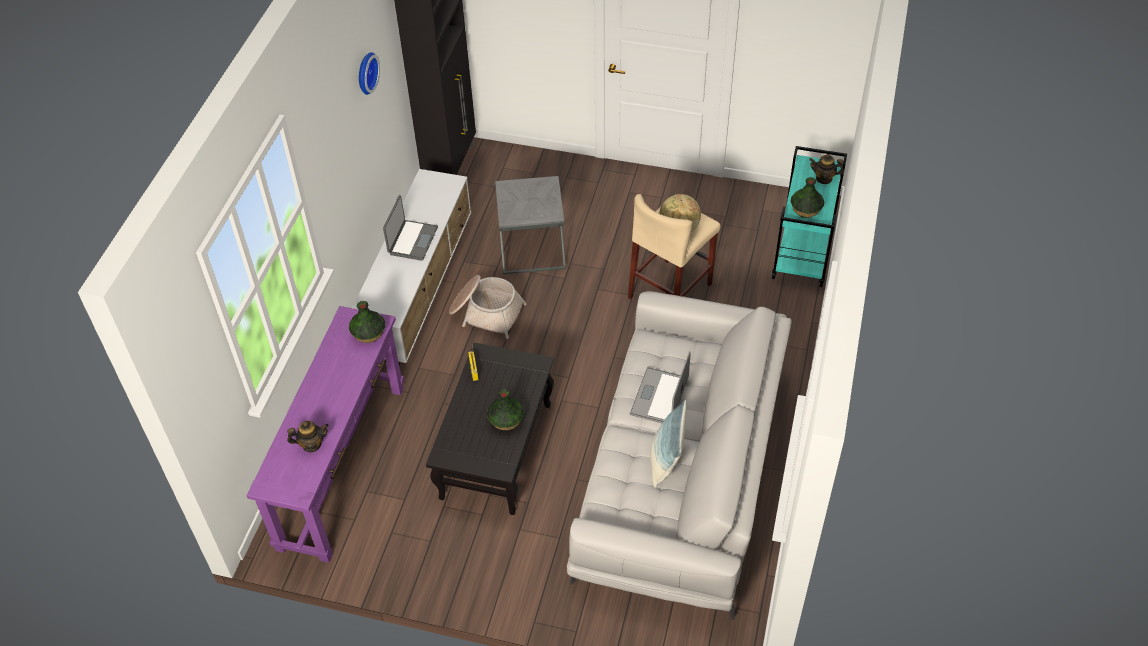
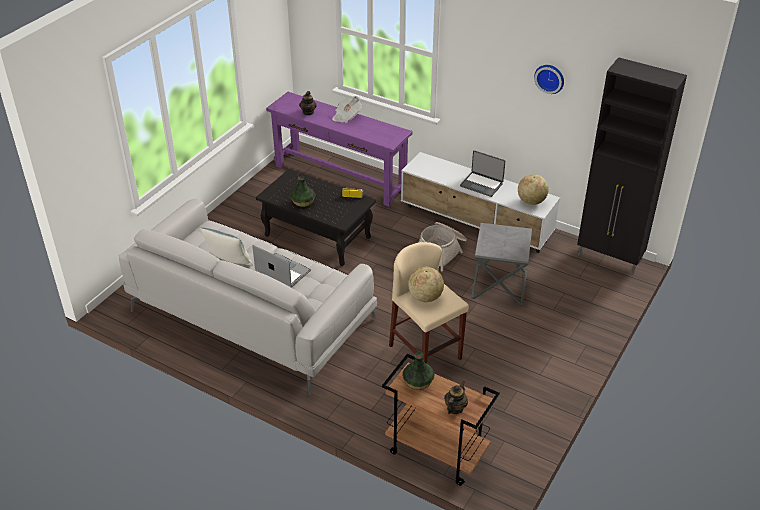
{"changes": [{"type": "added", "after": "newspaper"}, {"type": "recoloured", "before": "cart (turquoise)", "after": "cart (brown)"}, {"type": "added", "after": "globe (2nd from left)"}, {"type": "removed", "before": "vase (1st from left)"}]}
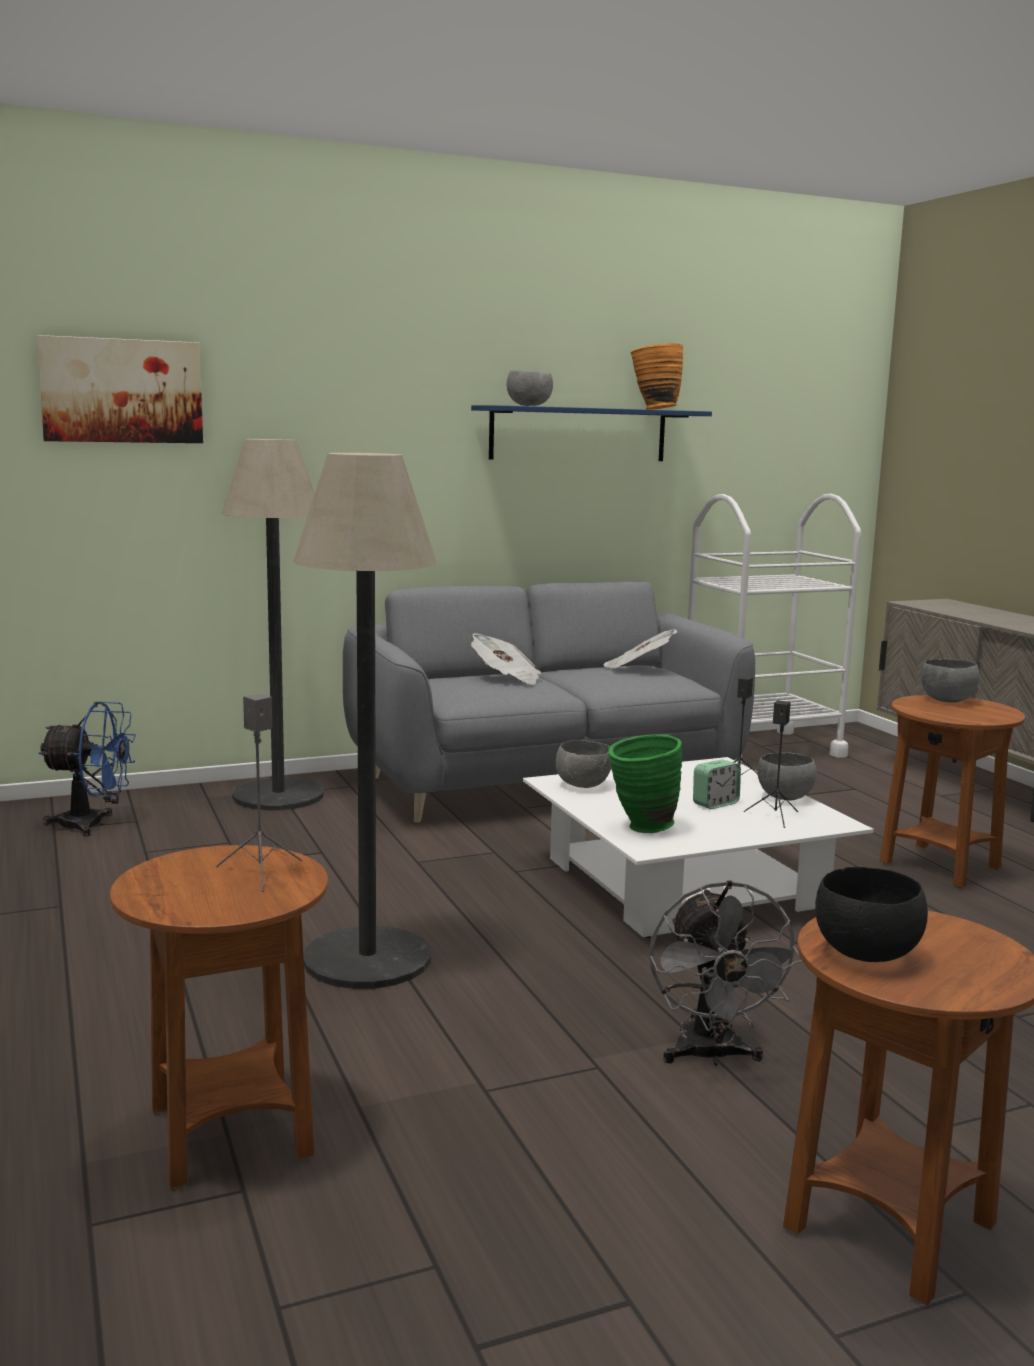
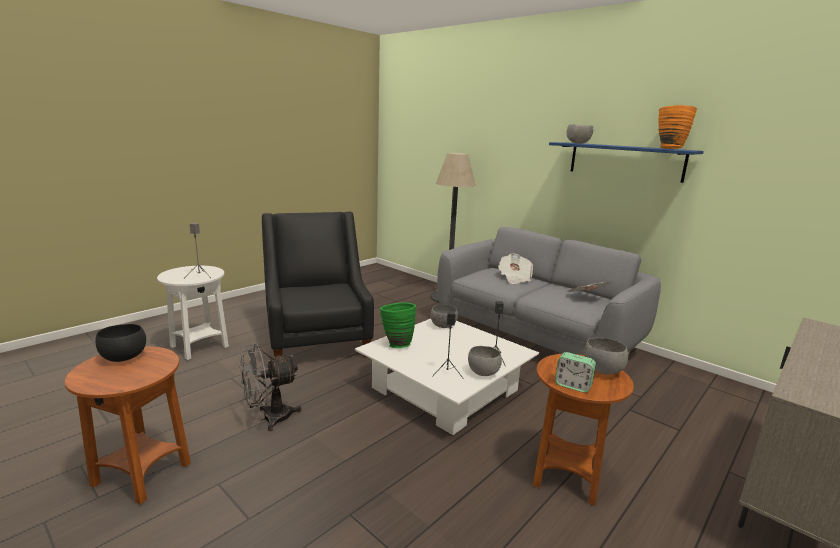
{"changes": [{"type": "recoloured", "before": "side table (brown) (1st from left)", "after": "side table (white)"}, {"type": "replaced", "before": "floor lamp (2nd from left)", "after": "armchair (black)"}, {"type": "moved", "before": "alarm clock"}, {"type": "removed", "before": "picture"}, {"type": "removed", "before": "fan (blue)"}, {"type": "removed", "before": "cart (white)"}]}
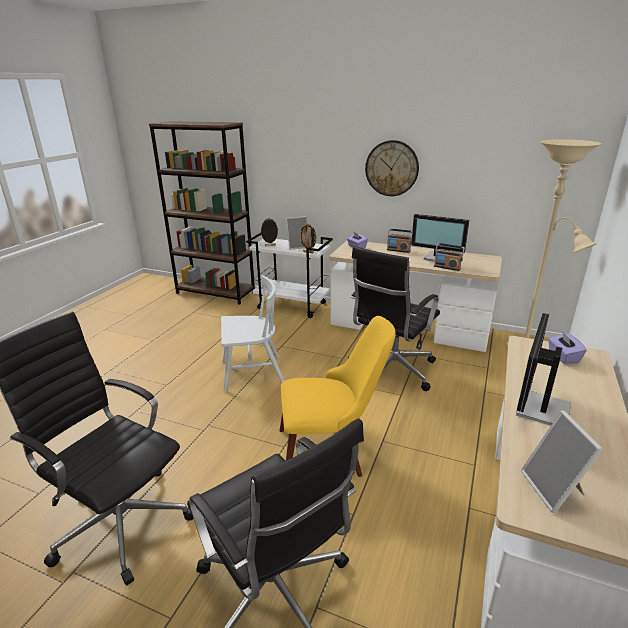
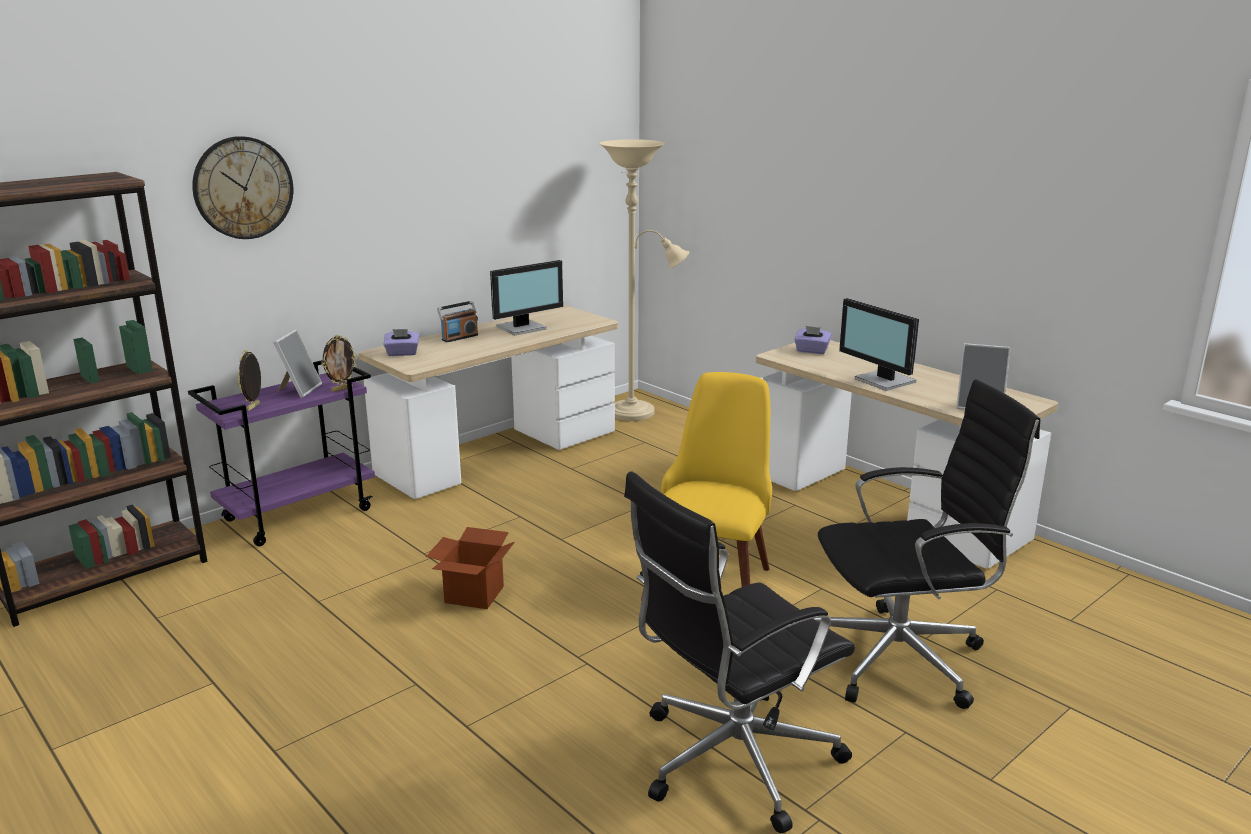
{"changes": [{"type": "recoloured", "before": "cart (white)", "after": "cart (purple)"}, {"type": "moved", "before": "wall clock"}, {"type": "replaced", "before": "chair (white)", "after": "cardboard box"}, {"type": "removed", "before": "office chair (black) (3rd from left)"}, {"type": "removed", "before": "radio (2nd from left)"}]}
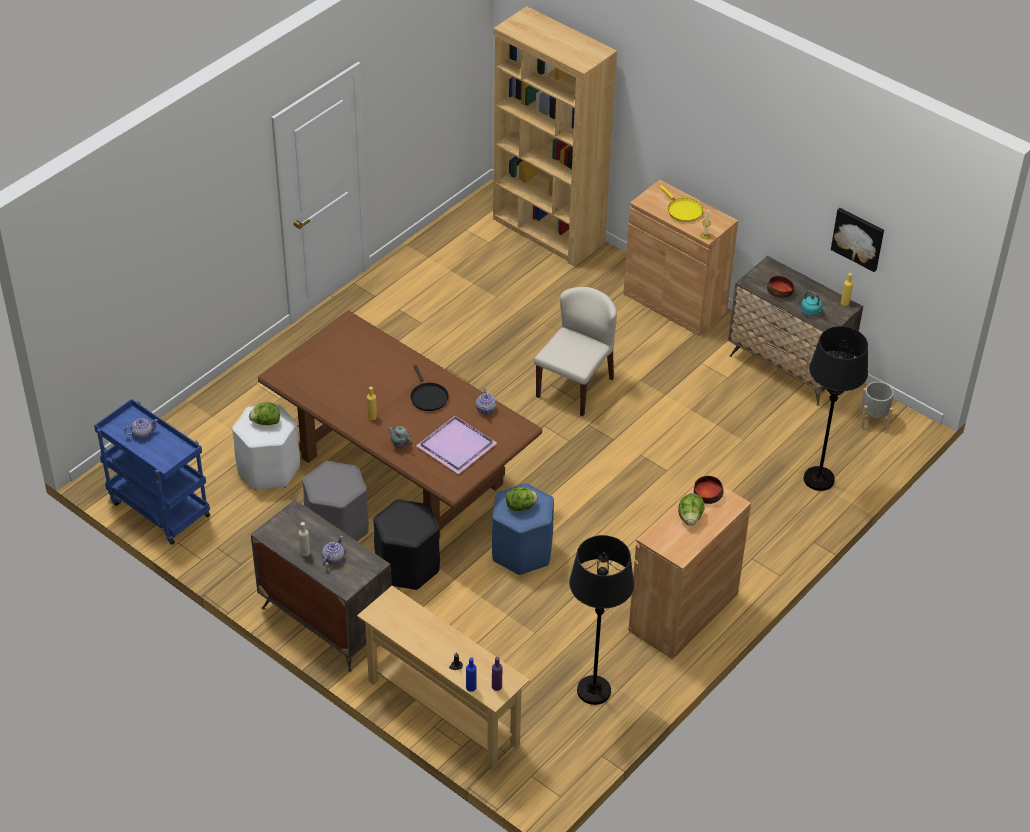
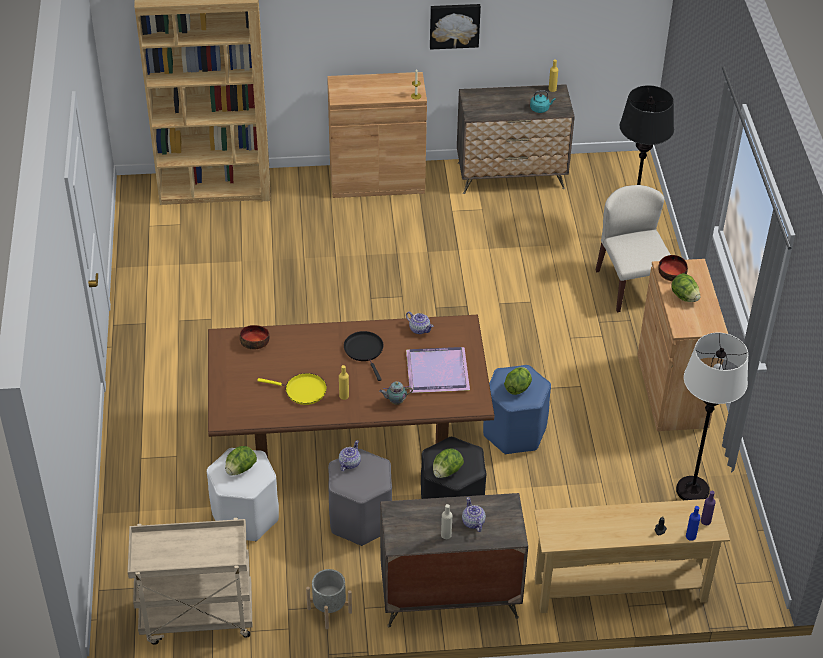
{"changes": [{"type": "recoloured", "before": "cart (blue)", "after": "cart (beige)"}, {"type": "moved", "before": "bowl (2nd from left in the first image)", "after": "bowl (1st from left)"}, {"type": "moved", "before": "frying pan (yellow)"}, {"type": "moved", "before": "planter (grey)"}, {"type": "moved", "before": "teapot (1st from left)"}, {"type": "turned", "before": "frying pan (black)", "turn": -135}, {"type": "moved", "before": "picture"}, {"type": "added", "after": "lettuce (2nd from left)"}, {"type": "moved", "before": "chair (beige)"}, {"type": "recoloured", "before": "floor lamp (black) (1st from left)", "after": "floor lamp (white)"}]}
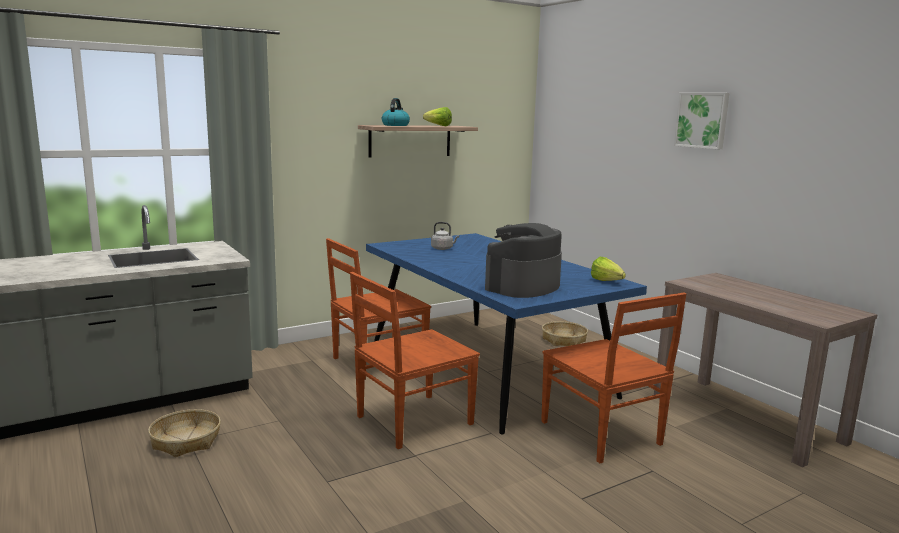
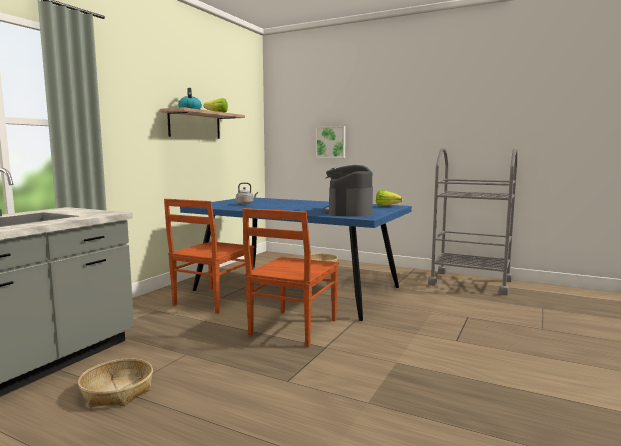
{"changes": [{"type": "moved", "before": "picture"}, {"type": "replaced", "before": "console table (brown)", "after": "cart (grey)"}, {"type": "removed", "before": "chair (brown) (3rd from left)"}]}
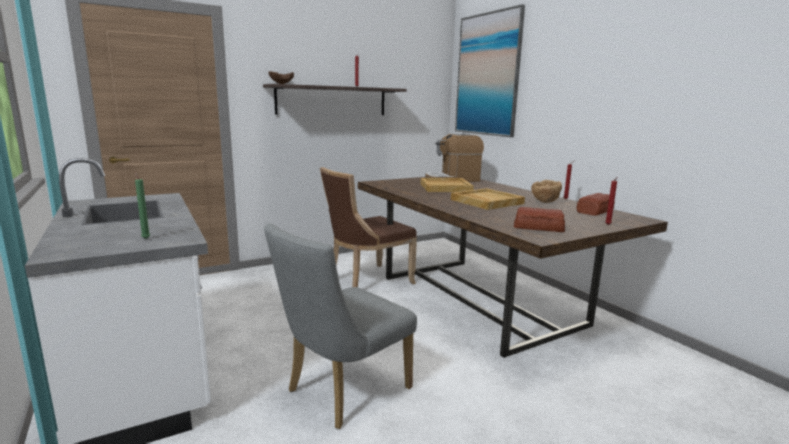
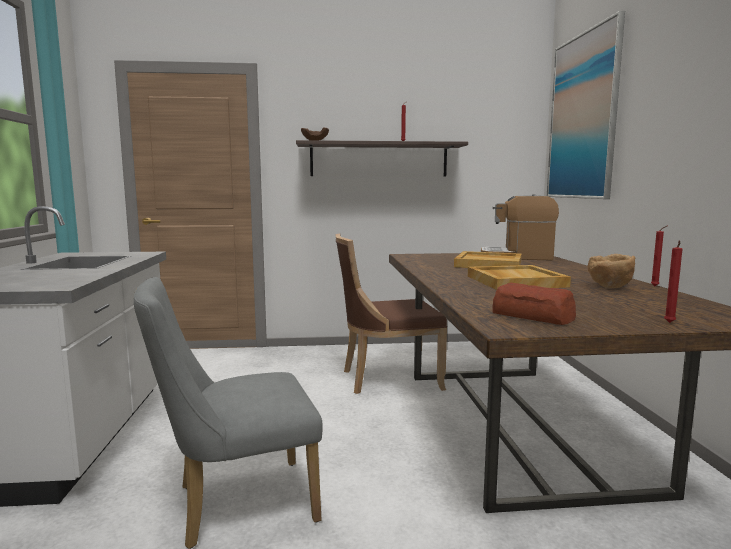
{"changes": [{"type": "removed", "before": "candle (green)"}, {"type": "removed", "before": "bread (2nd from left)"}]}
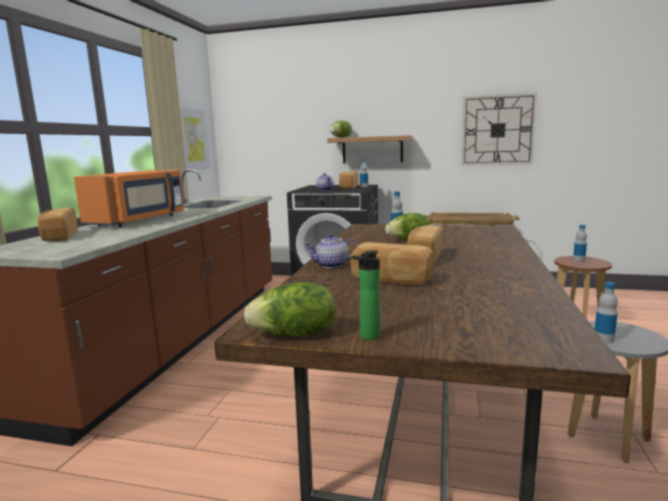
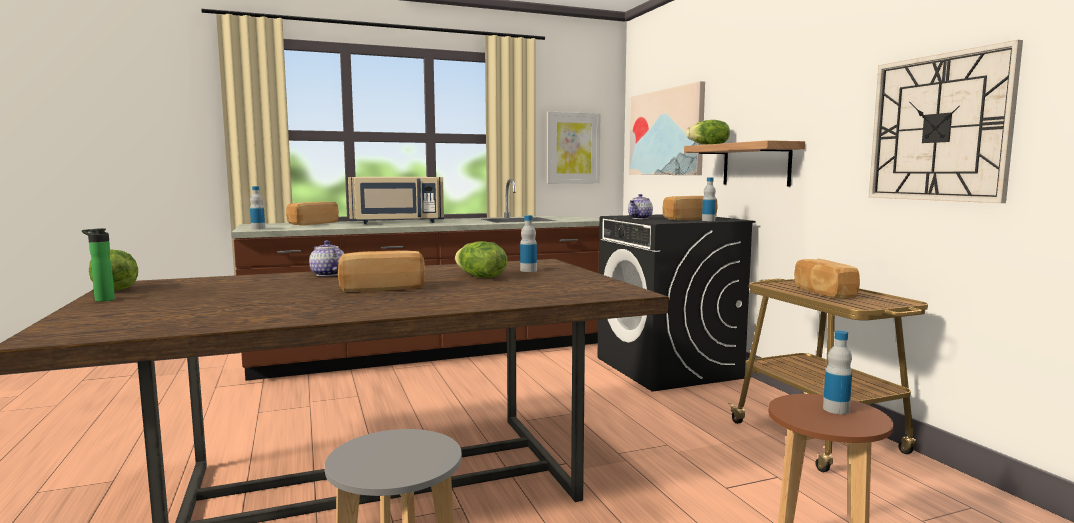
{"changes": [{"type": "moved", "before": "bottle (5th from left in the first image)", "after": "bottle (2nd from left)"}, {"type": "recoloured", "before": "microwave (orange)", "after": "microwave (beige)"}, {"type": "added", "after": "picture (2nd from left)"}, {"type": "moved", "before": "bread (3rd from left in the first image)", "after": "bread (4th from left)"}]}
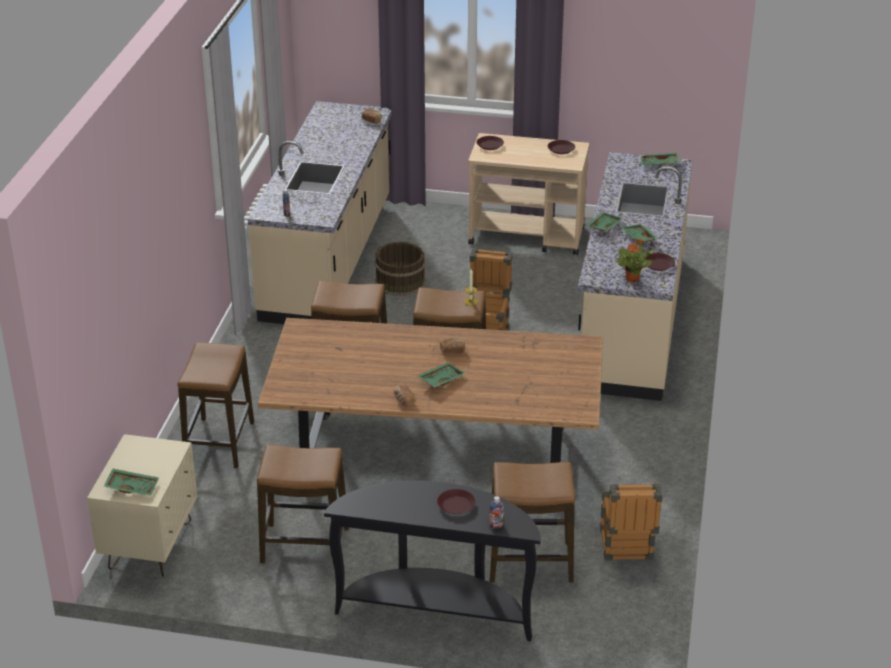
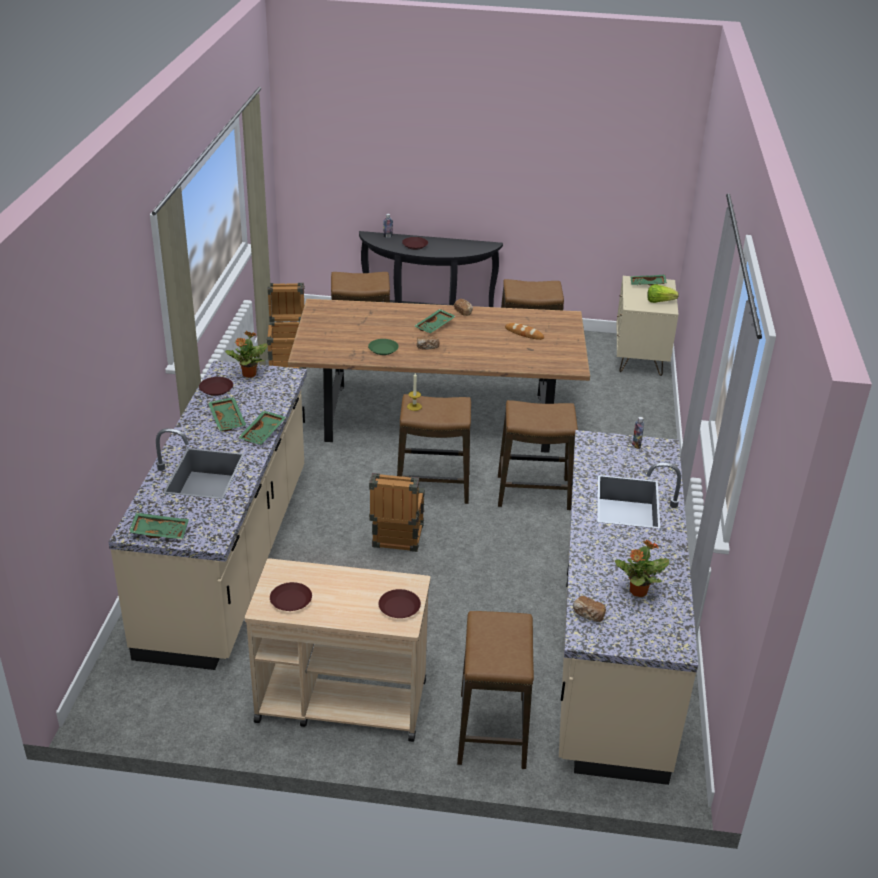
{"changes": [{"type": "added", "after": "plate (green)"}, {"type": "moved", "before": "stool (1st from left in the first image)", "after": "stool (3rd from left)"}, {"type": "added", "after": "bread (3rd from left)"}, {"type": "added", "after": "potted plant (2nd from left)"}, {"type": "added", "after": "lettuce"}, {"type": "removed", "before": "bucket (brown)"}]}
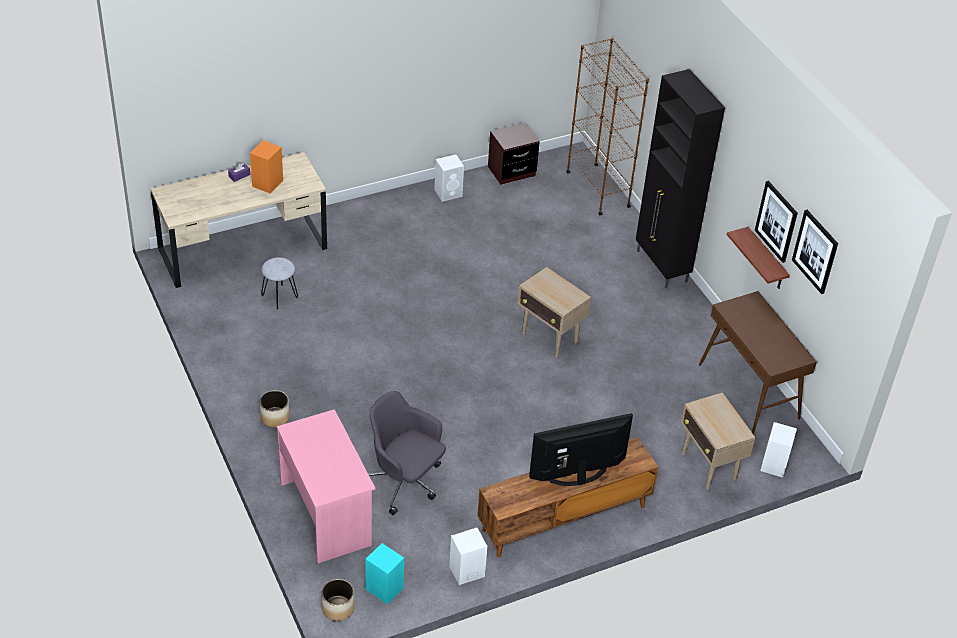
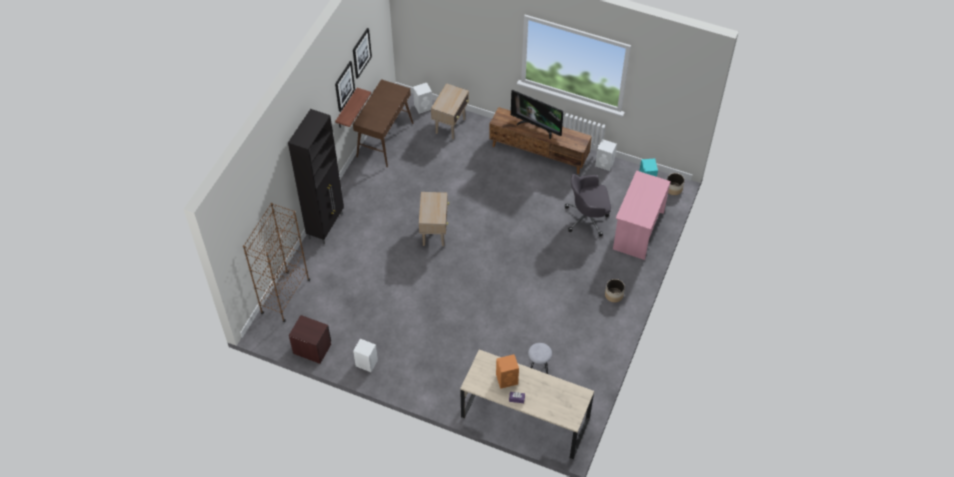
{"changes": [{"type": "turned", "before": "office chair (grey)", "turn": 90}]}
